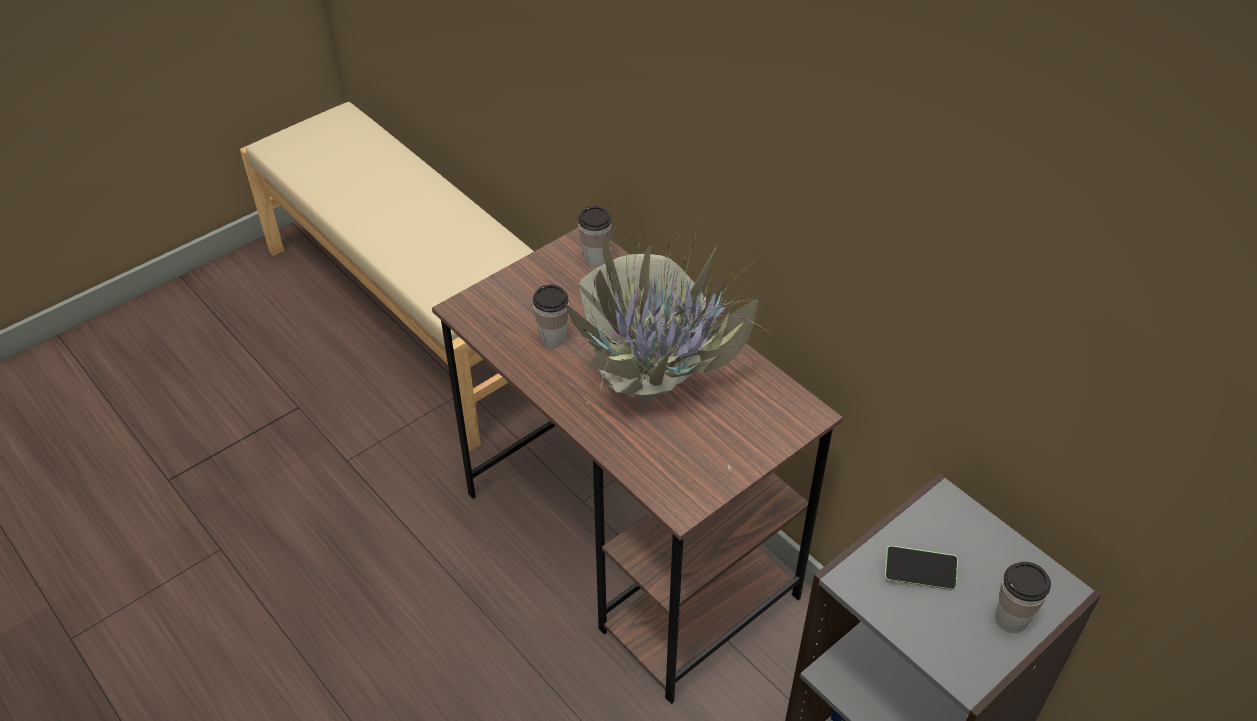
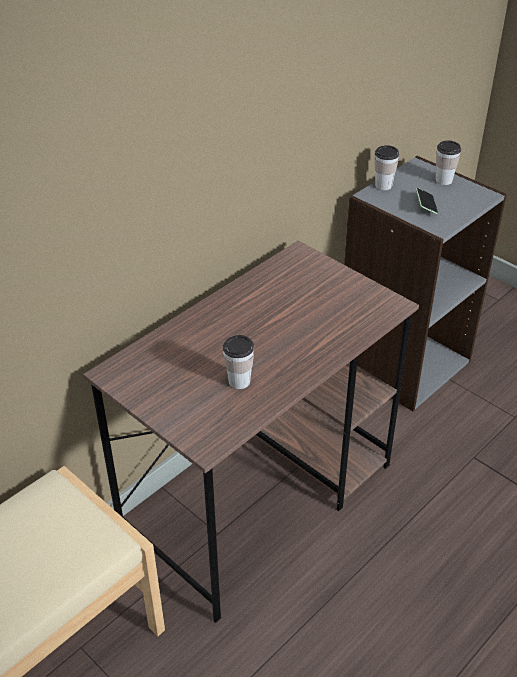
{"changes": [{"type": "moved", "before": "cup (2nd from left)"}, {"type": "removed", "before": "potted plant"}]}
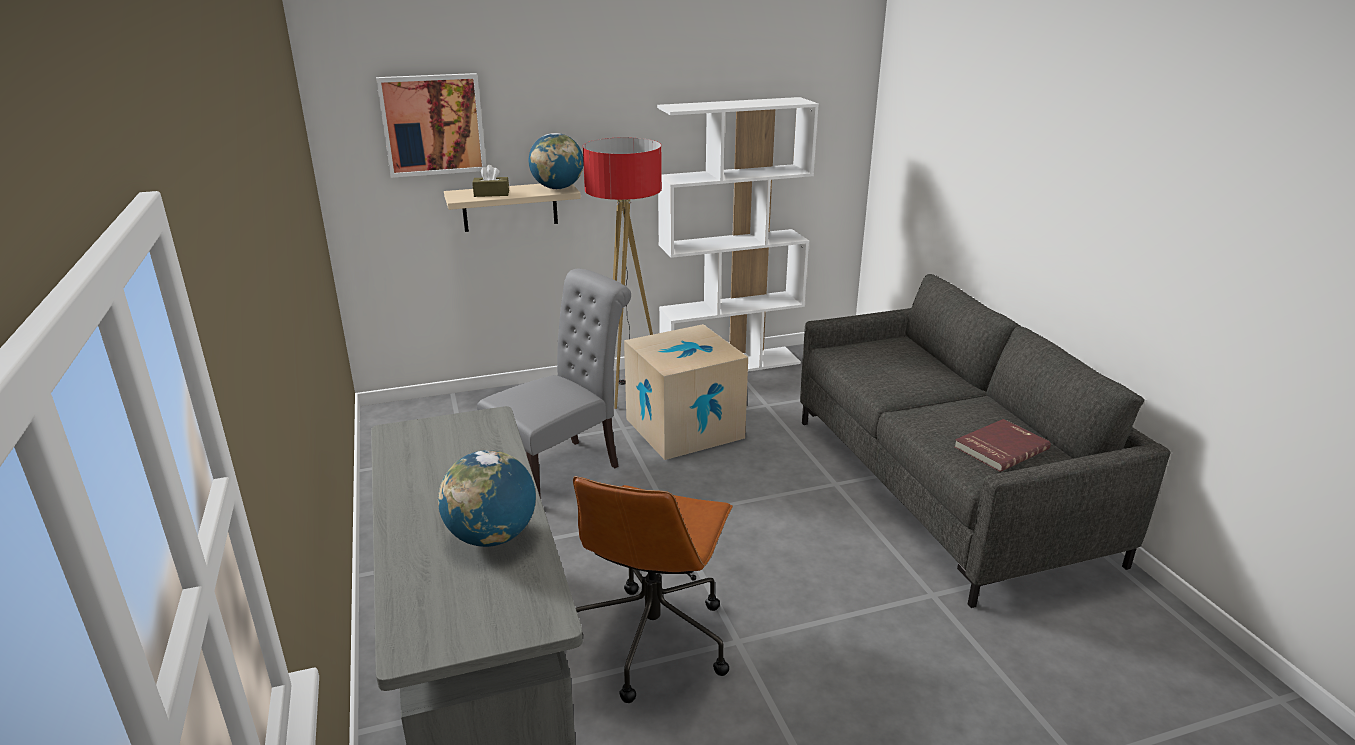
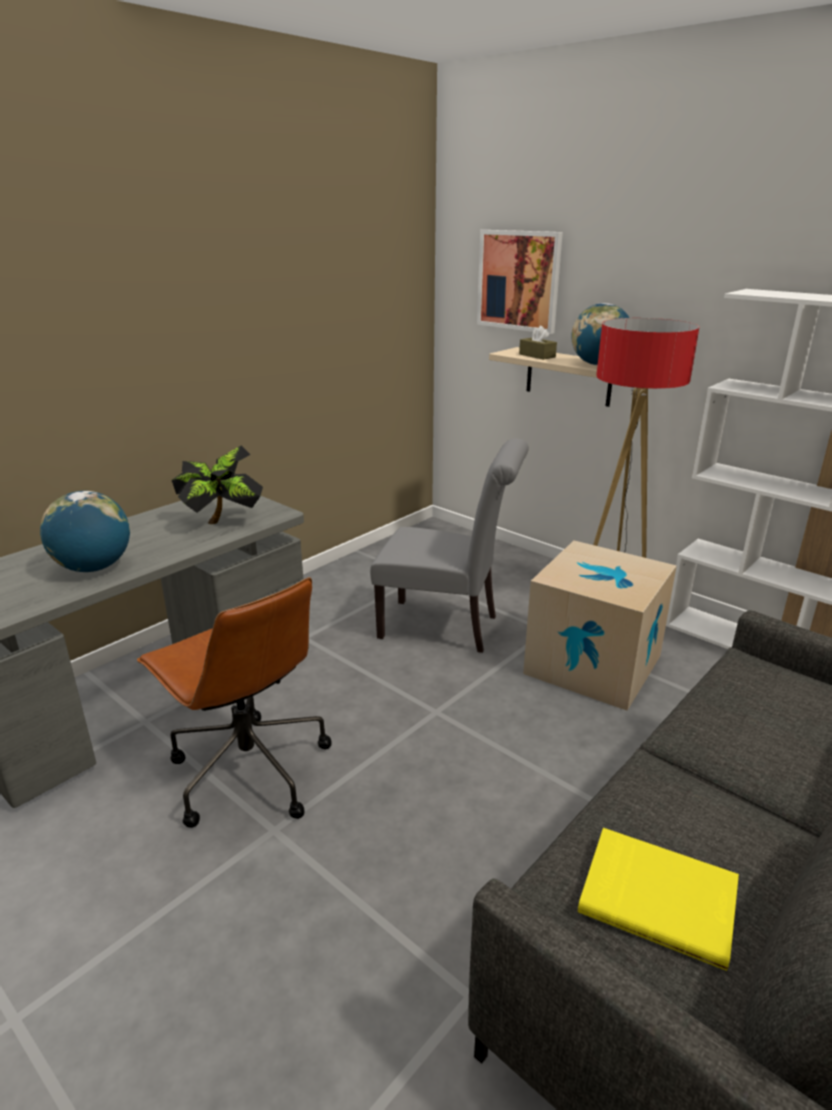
{"changes": [{"type": "turned", "before": "office chair (brown)", "turn": -120}, {"type": "added", "after": "potted plant"}, {"type": "recoloured", "before": "book (red)", "after": "book (yellow)"}]}
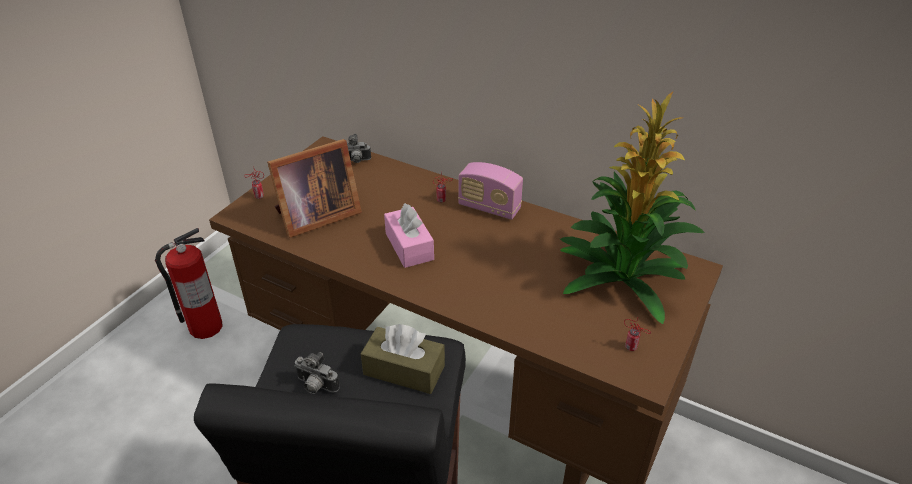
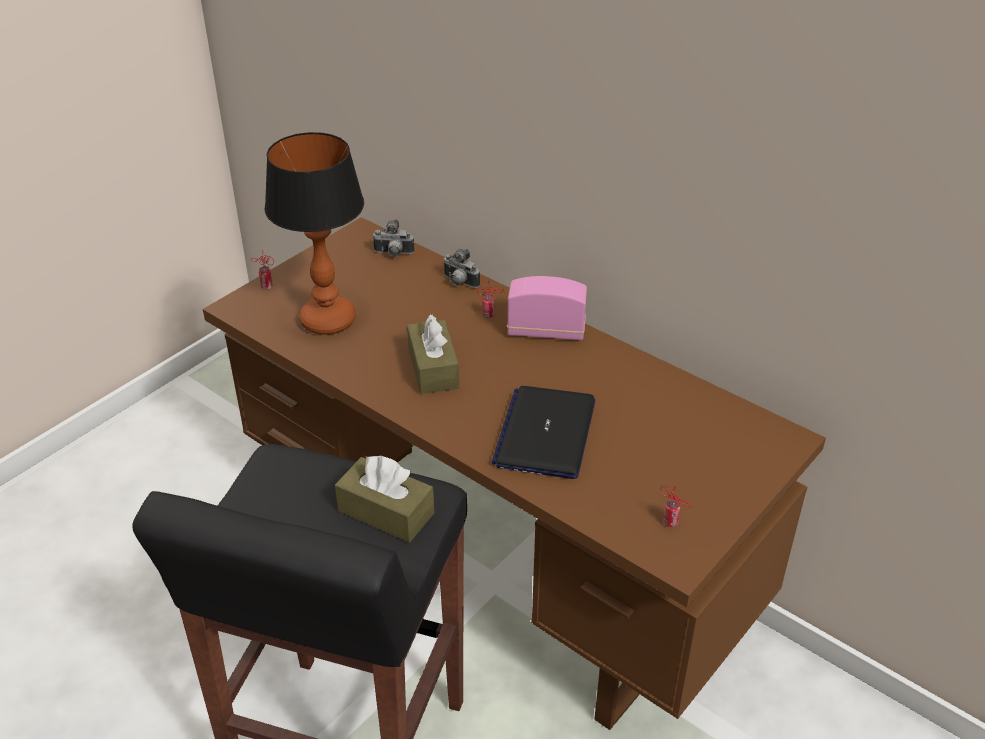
{"changes": [{"type": "replaced", "before": "picture frame", "after": "table lamp"}, {"type": "recoloured", "before": "tissue box (pink)", "after": "tissue box (brown) (2nd from left)"}, {"type": "moved", "before": "photo camera (1st from left in the first image)", "after": "photo camera (2nd from left)"}, {"type": "added", "after": "laptop"}, {"type": "turned", "before": "radio", "turn": 150}, {"type": "removed", "before": "fire extinguisher"}, {"type": "removed", "before": "potted plant"}]}
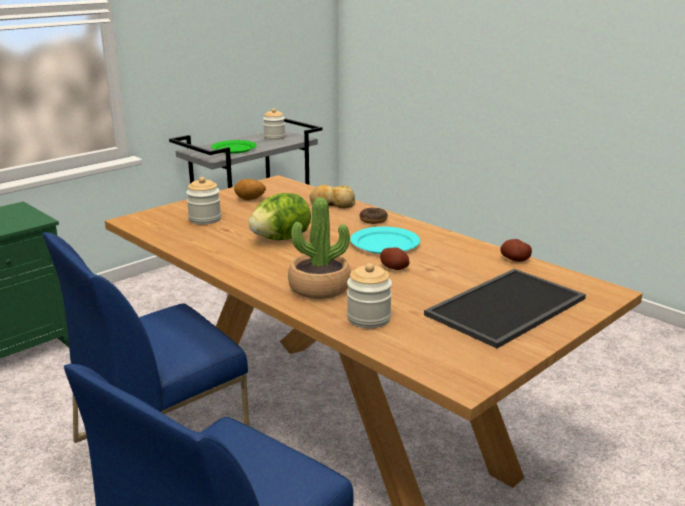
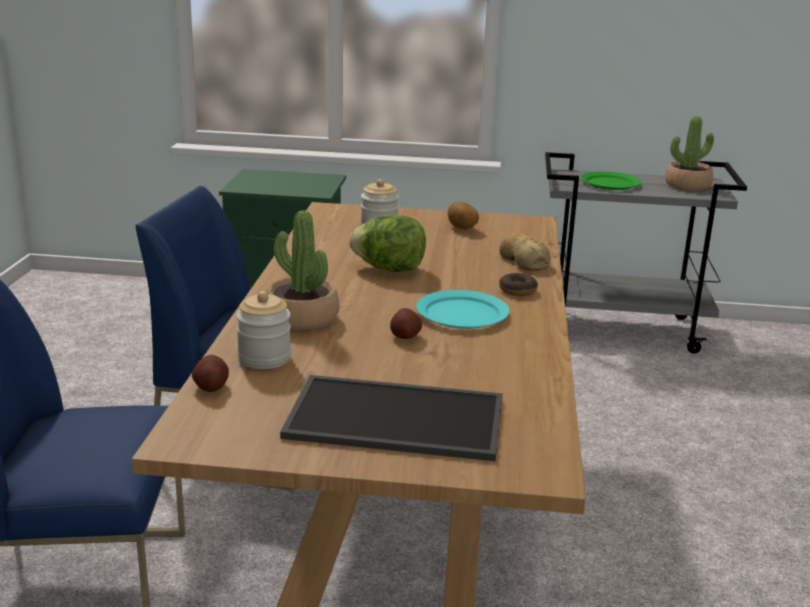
{"changes": [{"type": "moved", "before": "potato (3rd from left in the first image)", "after": "potato (1st from left)"}, {"type": "replaced", "before": "jar (2nd from left)", "after": "potted plant (2nd from left)"}]}
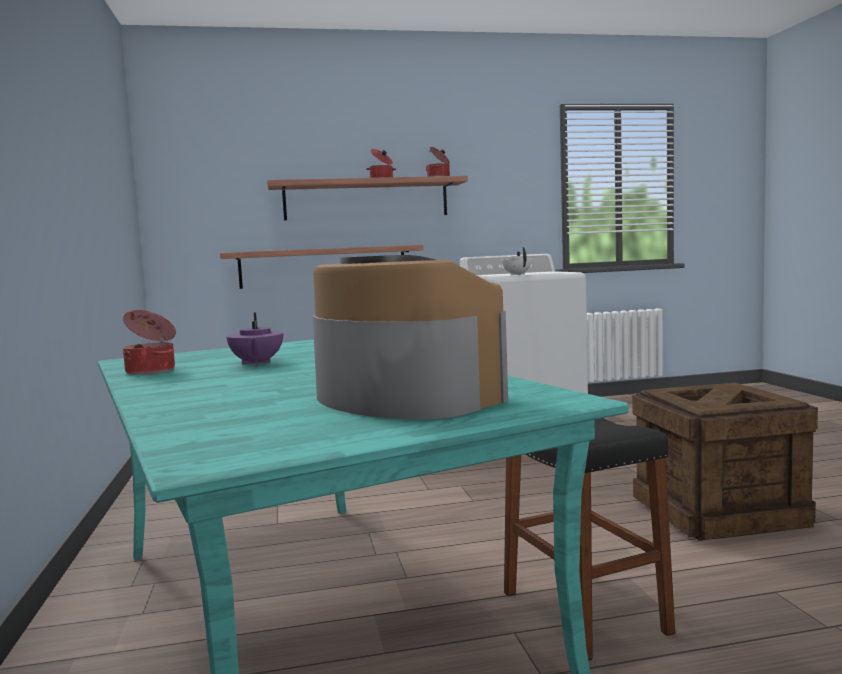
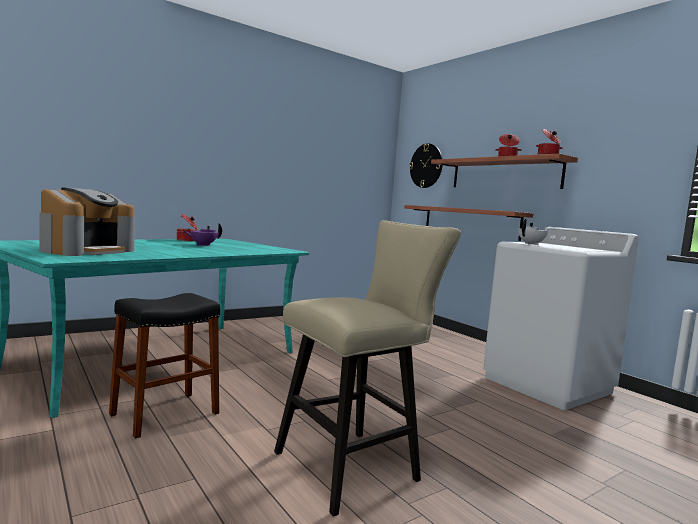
{"changes": [{"type": "replaced", "before": "crate", "after": "stool (beige)"}, {"type": "added", "after": "wall clock"}]}
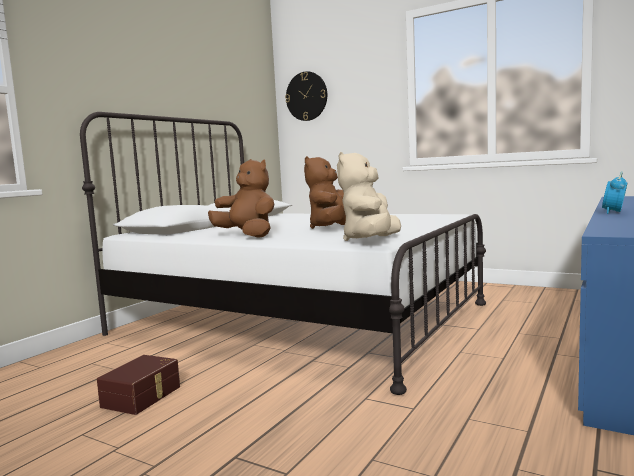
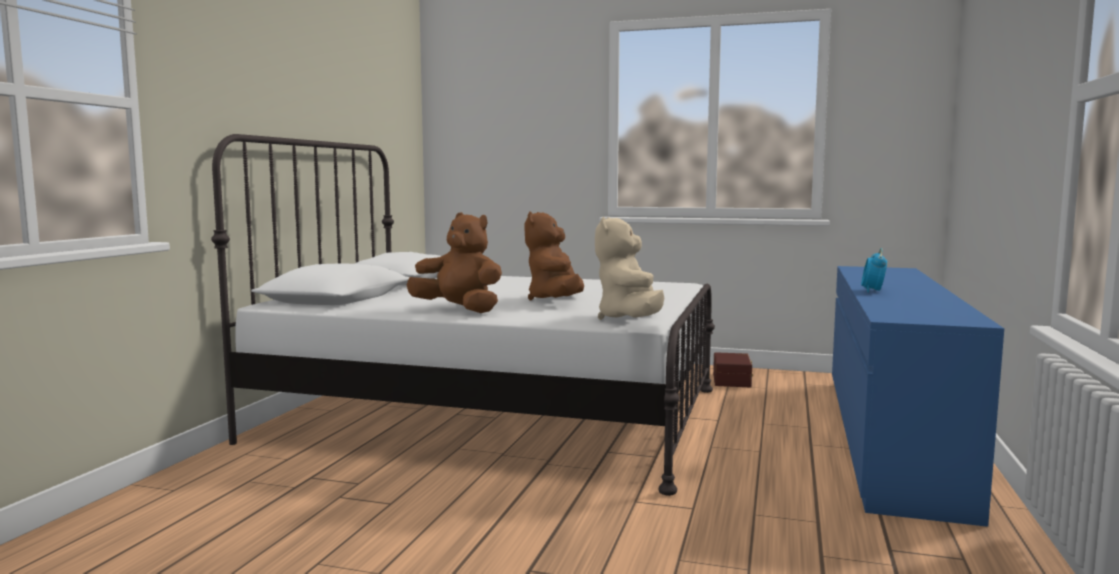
{"changes": [{"type": "moved", "before": "storage box (brown)"}, {"type": "removed", "before": "wall clock"}]}
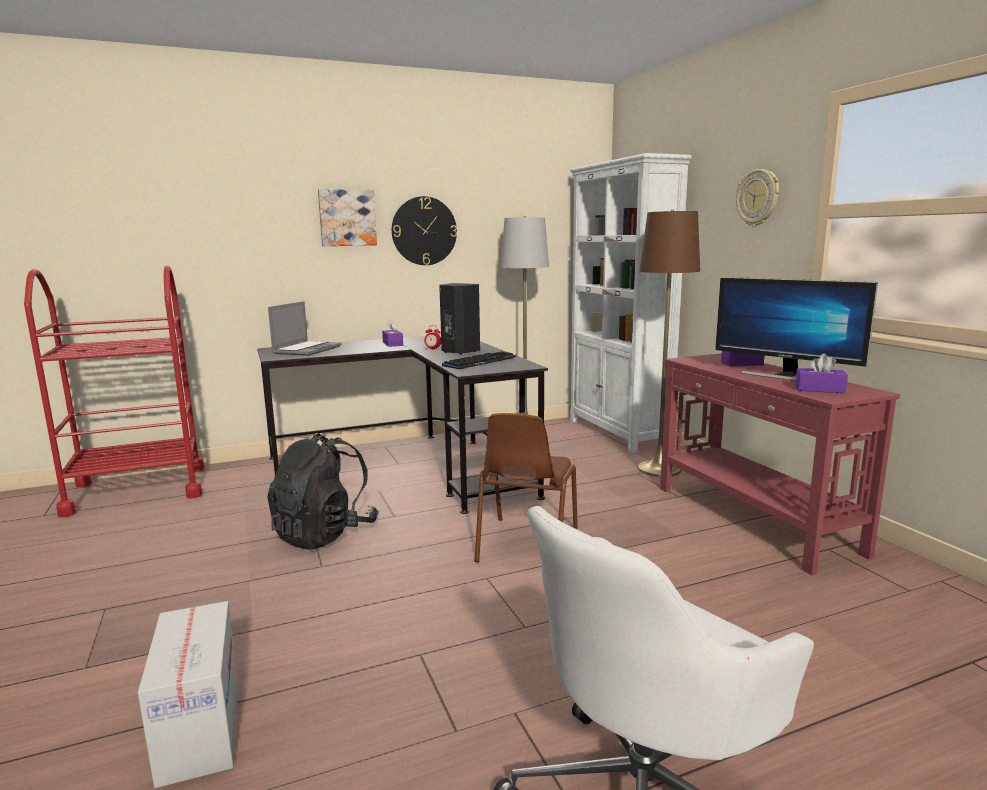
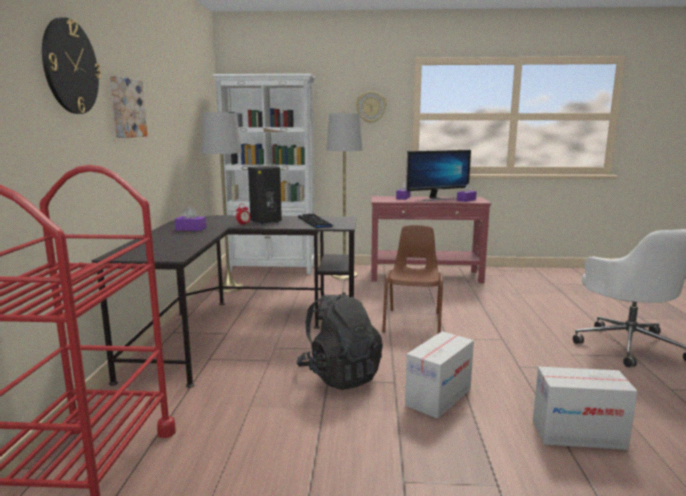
{"changes": [{"type": "moved", "before": "wall clock (1st from left)"}, {"type": "recoloured", "before": "floor lamp (brown)", "after": "floor lamp (grey) (2nd from left)"}, {"type": "turned", "before": "chair (brown)", "turn": -120}, {"type": "added", "after": "cardboard box (1st from left)"}, {"type": "removed", "before": "laptop"}]}
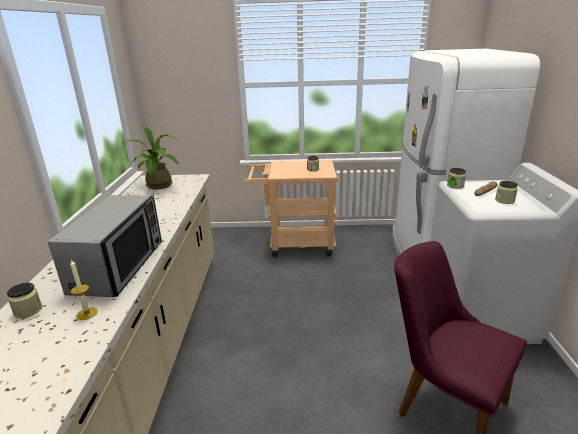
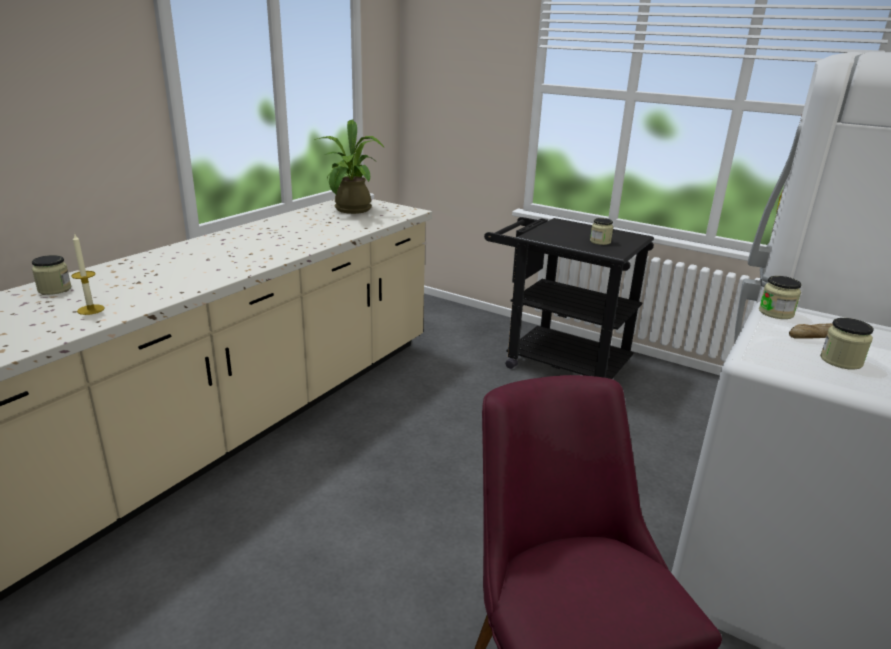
{"changes": [{"type": "recoloured", "before": "cart (beige)", "after": "cart (black)"}, {"type": "removed", "before": "microwave"}]}
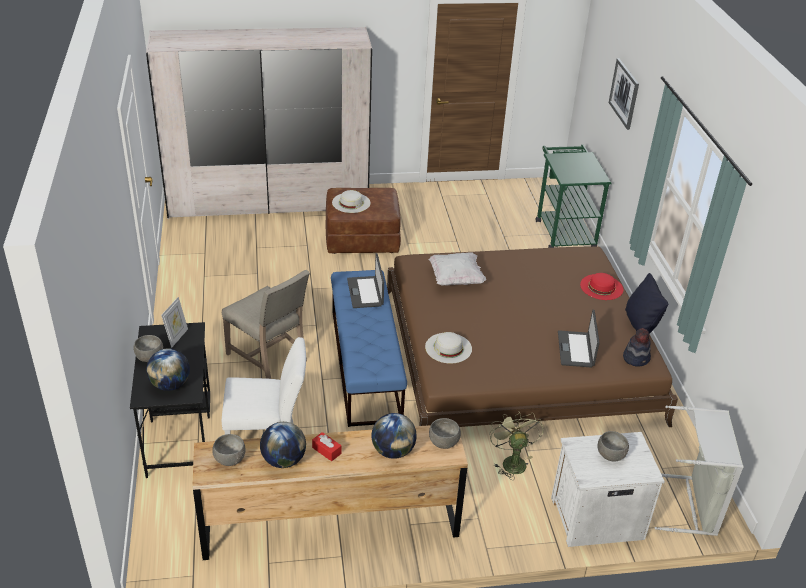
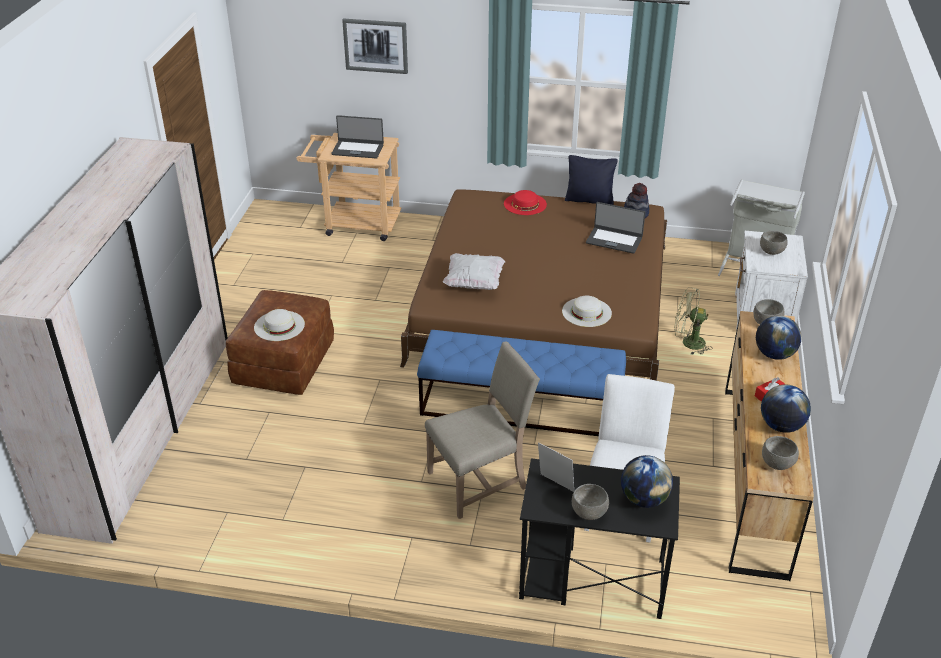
{"changes": [{"type": "recoloured", "before": "cart (green)", "after": "cart (beige)"}, {"type": "moved", "before": "laptop (1st from left)"}]}
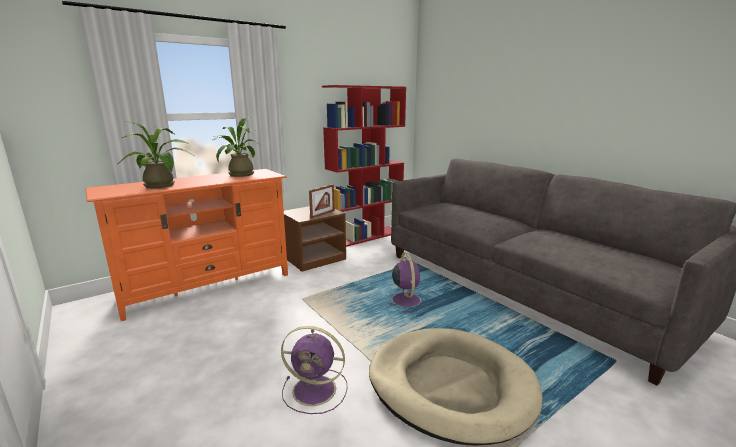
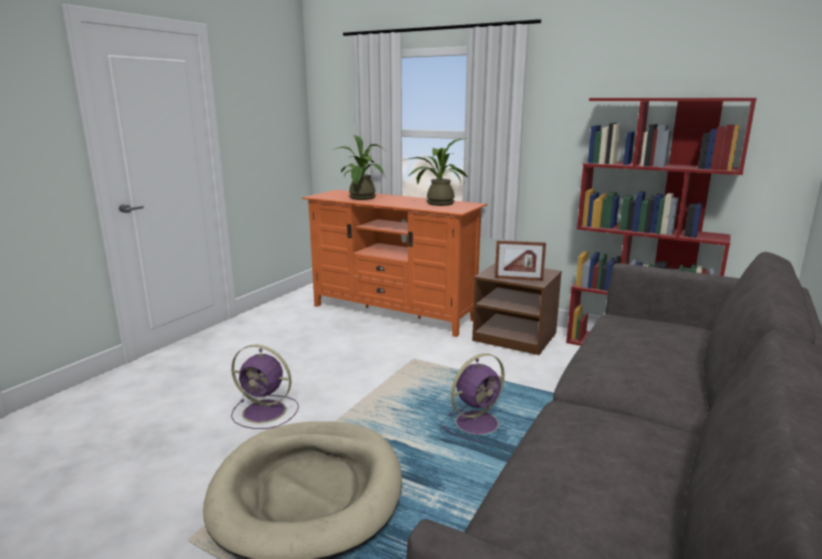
{"changes": [{"type": "turned", "before": "fan (purple) (1st from left)", "turn": -60}]}
